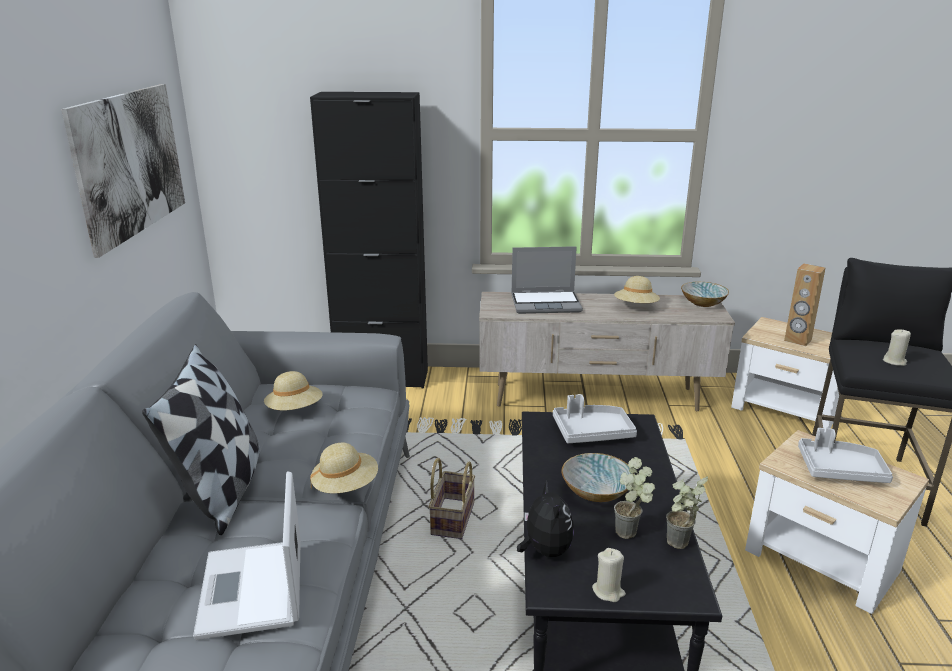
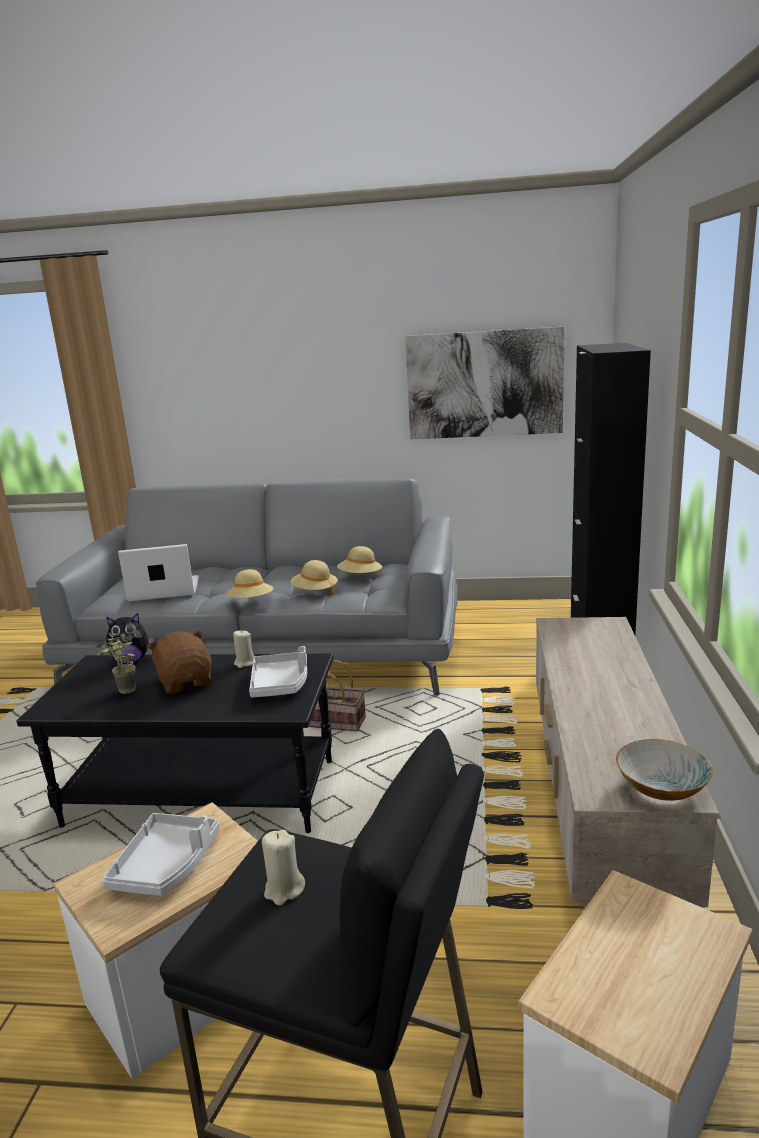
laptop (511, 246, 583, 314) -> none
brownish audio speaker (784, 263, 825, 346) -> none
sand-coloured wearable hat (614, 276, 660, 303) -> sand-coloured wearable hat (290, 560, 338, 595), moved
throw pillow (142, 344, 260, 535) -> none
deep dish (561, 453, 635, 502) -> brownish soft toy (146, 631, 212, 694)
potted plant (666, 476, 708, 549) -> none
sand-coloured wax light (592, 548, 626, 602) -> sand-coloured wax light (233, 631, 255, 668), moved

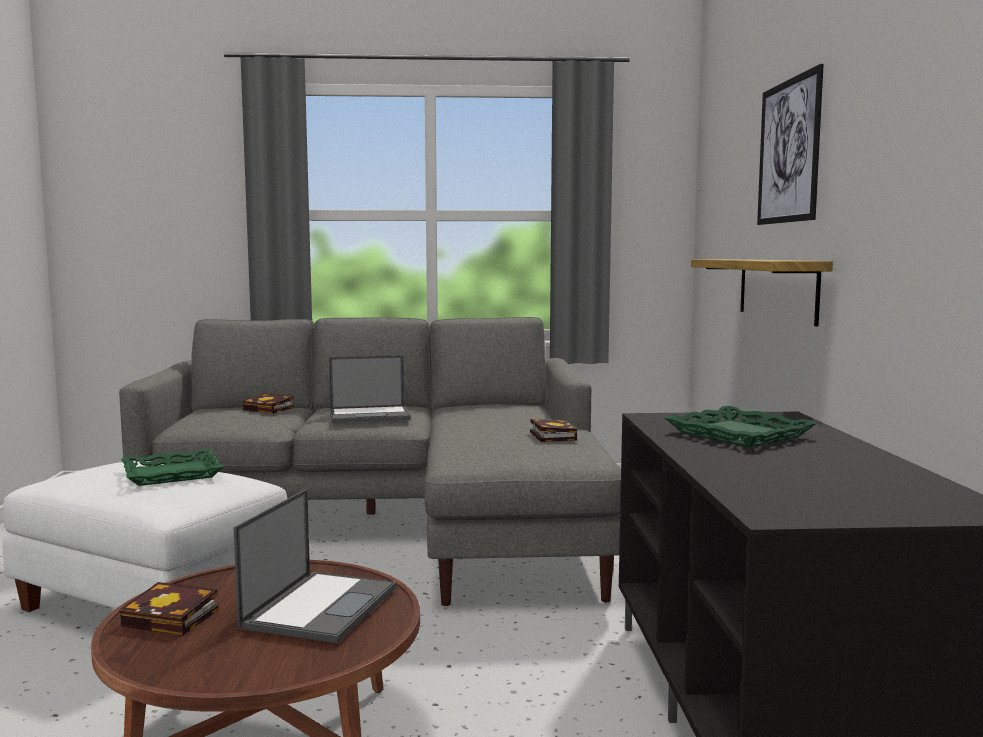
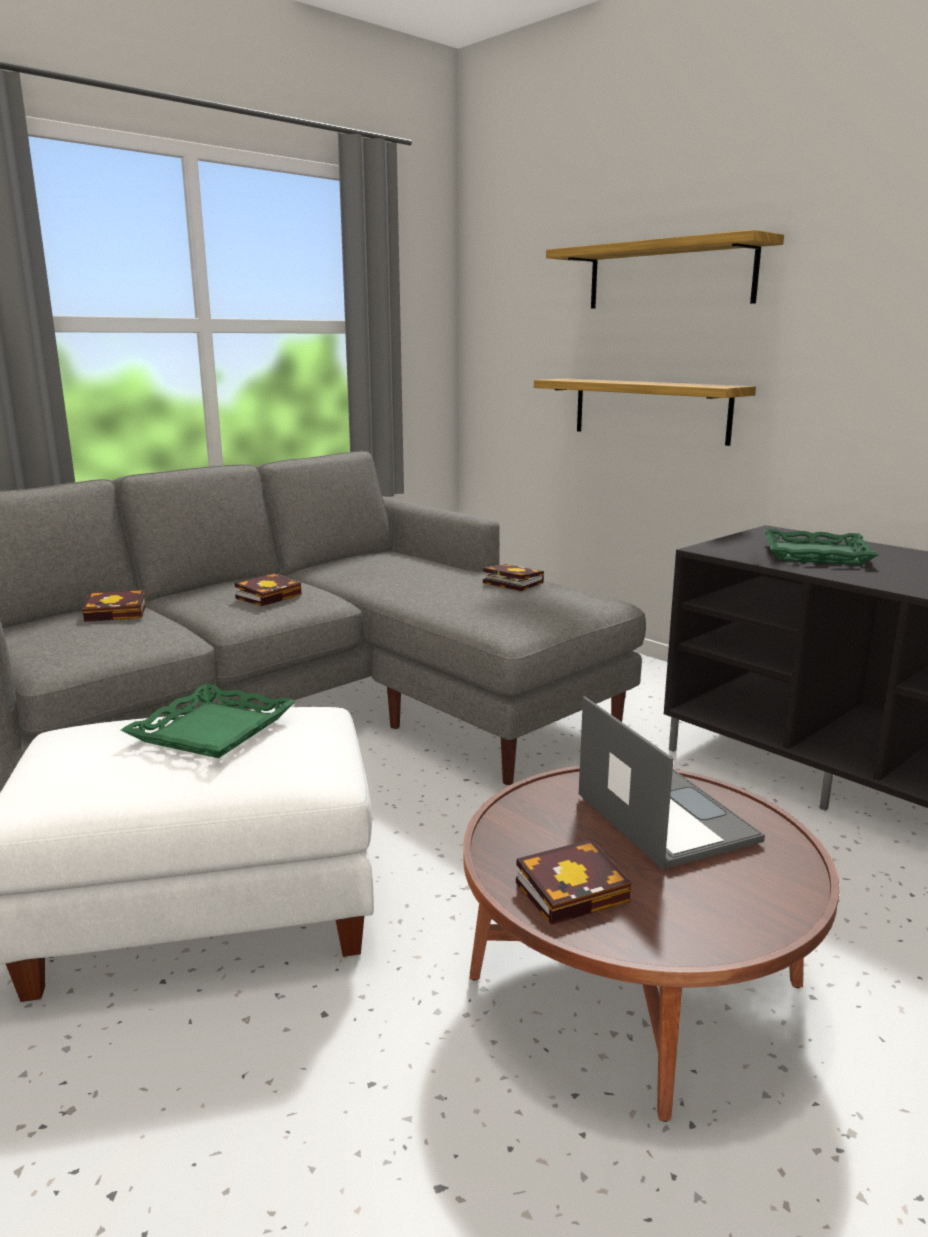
picture (757, 64, 824, 225) -> wall shelf (546, 230, 784, 309)
laptop (329, 355, 411, 423) -> book (235, 573, 302, 606)

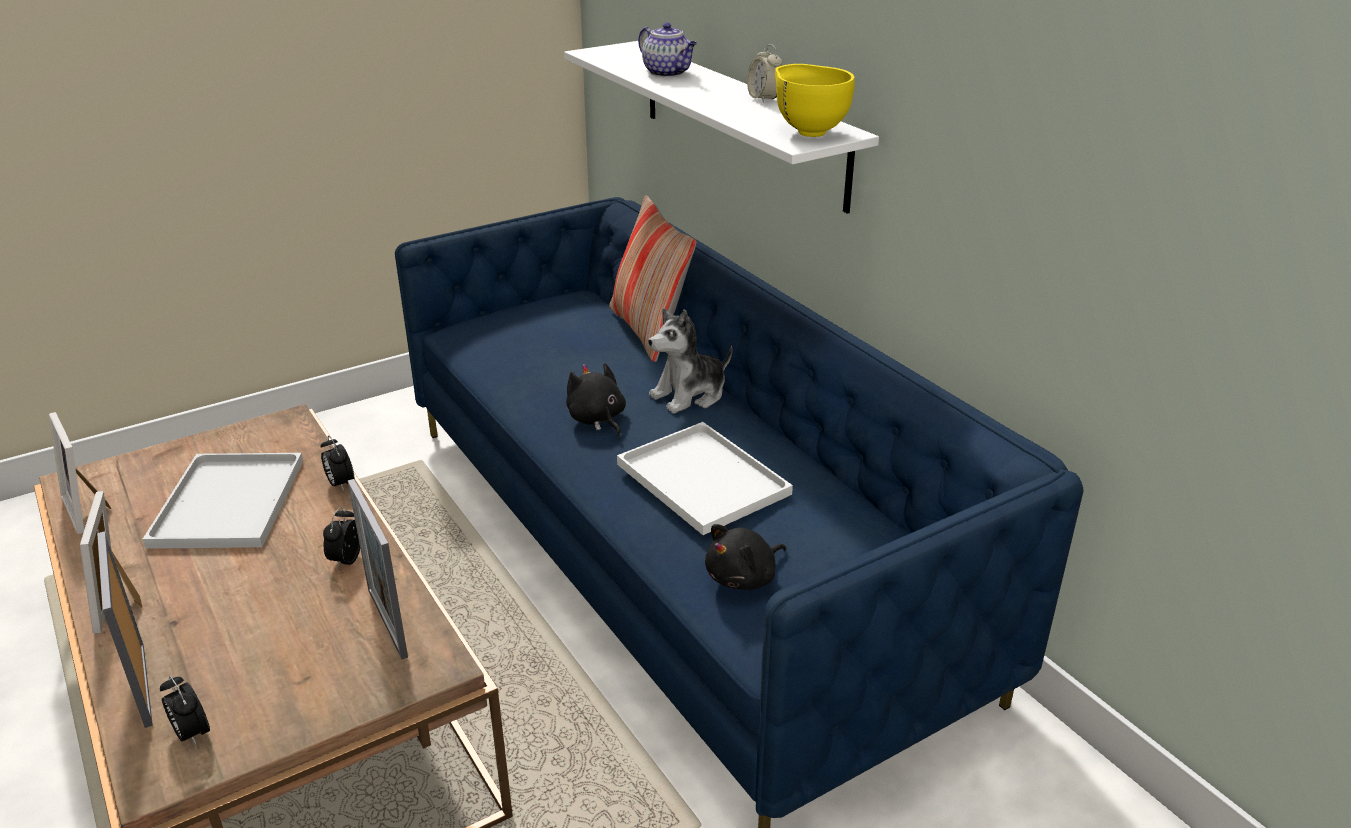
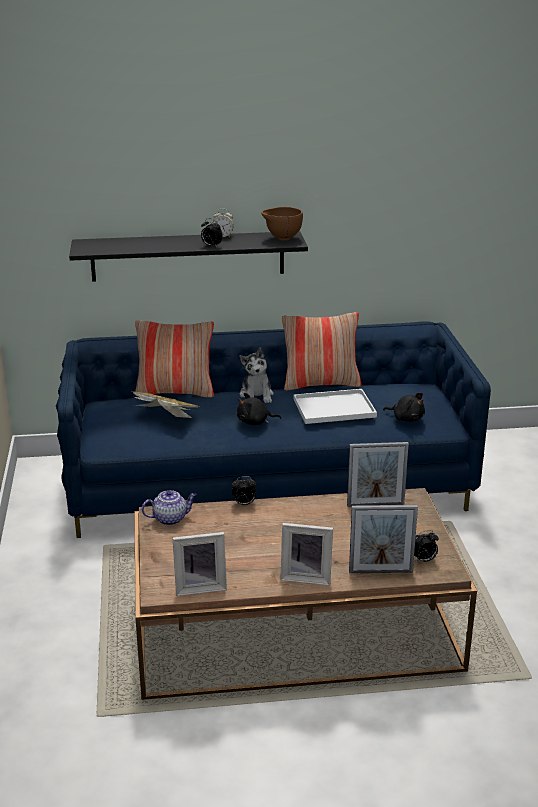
pot for tea (638, 22, 697, 77) -> pot for tea (142, 490, 197, 525), moved
white wall shelf (564, 41, 879, 214) -> blackish wall shelf (69, 231, 308, 282)
yellow-coloured deep dish (775, 64, 855, 137) -> brownish deep dish (261, 207, 303, 241)
white tray (143, 453, 303, 549) -> none
bedside clock (323, 507, 360, 569) -> bedside clock (201, 218, 223, 247), moved
blackish soft toy (705, 524, 786, 590) -> blackish soft toy (383, 393, 425, 422), 45 degrees counterclockwise
none -> throw pillow (282, 312, 361, 391)
none -> book (131, 391, 200, 418)

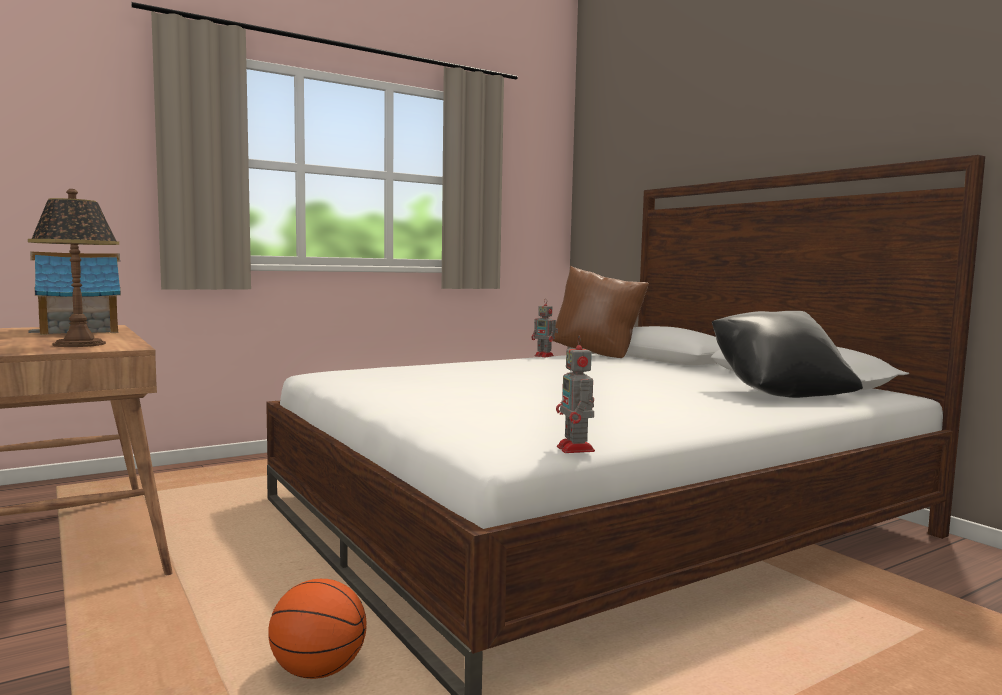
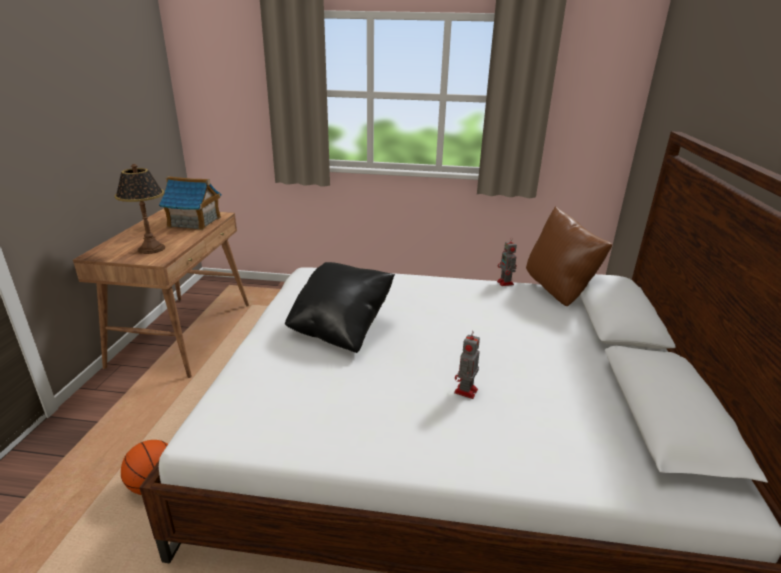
blackish throw pillow (712, 311, 863, 398) -> blackish throw pillow (285, 262, 395, 353), moved
toy robot (556, 335, 595, 453) -> toy robot (454, 331, 480, 399), moved

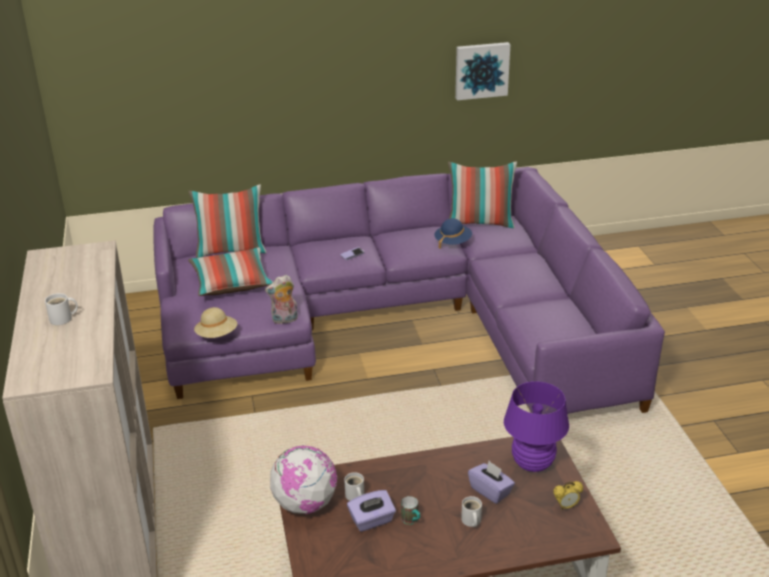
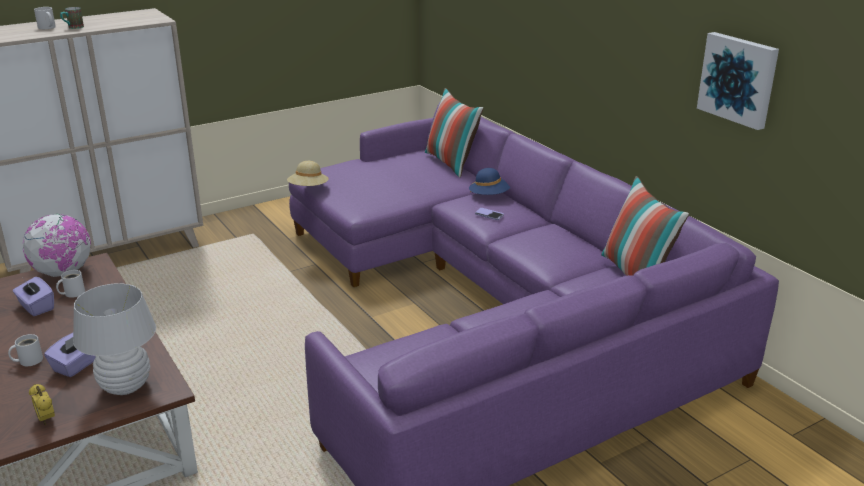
bluish wearable hat (434, 218, 472, 248) -> bluish wearable hat (469, 168, 510, 195), moved
throw pillow (188, 247, 273, 296) -> none
soft toy (265, 275, 298, 325) -> none
purple table lamp (504, 381, 569, 472) -> white table lamp (73, 283, 156, 395)
coffee mug (401, 496, 420, 525) -> coffee mug (60, 7, 84, 29), moved

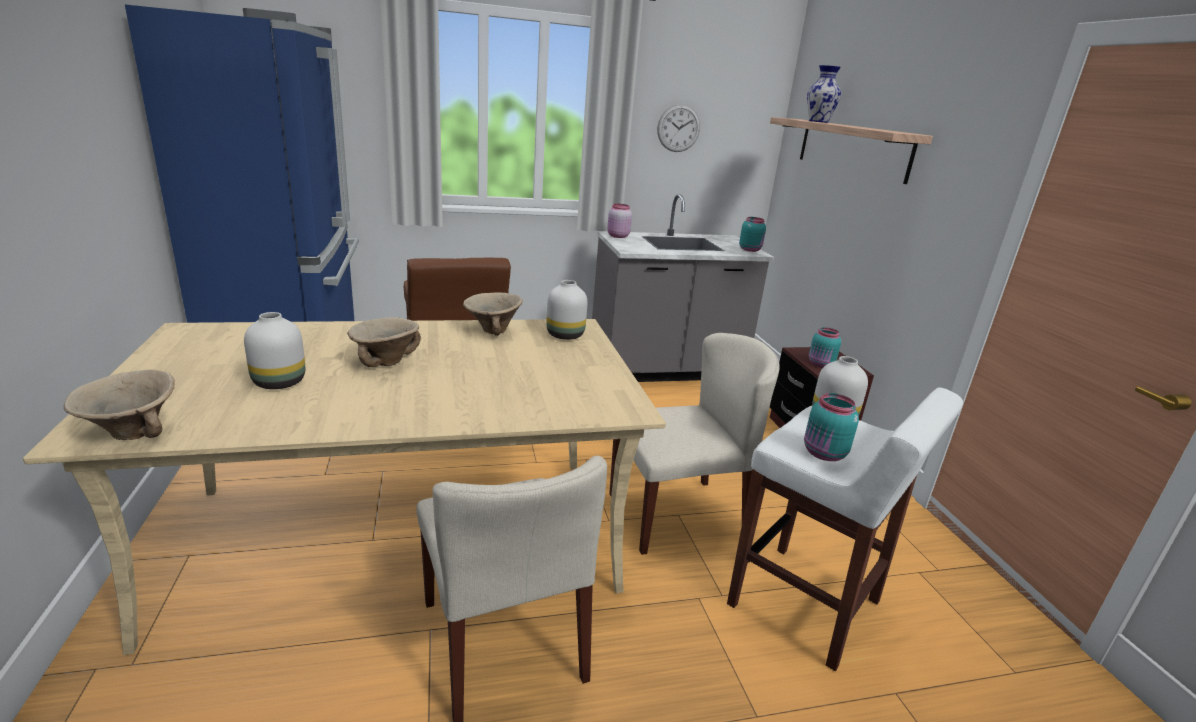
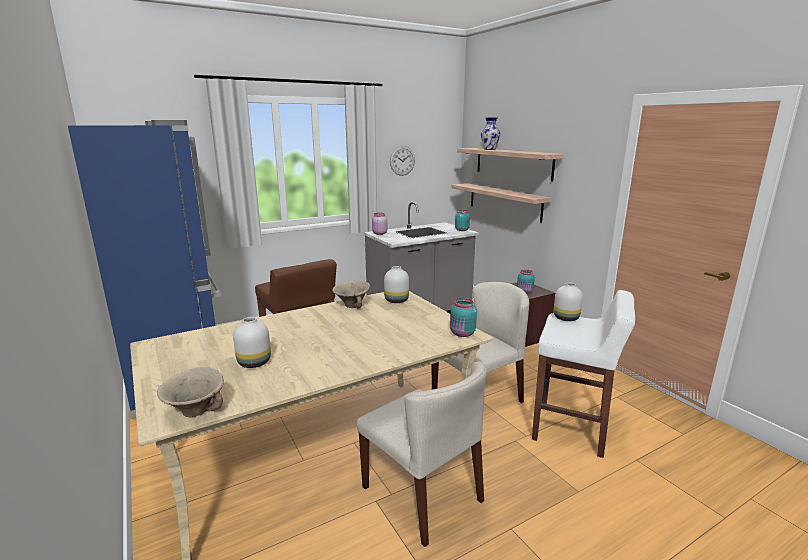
sand-coloured deep dish (347, 317, 421, 367) -> none
blue-green preserve jar (804, 393, 859, 461) -> blue-green preserve jar (450, 298, 477, 337), moved
none -> wall shelf (451, 183, 552, 223)

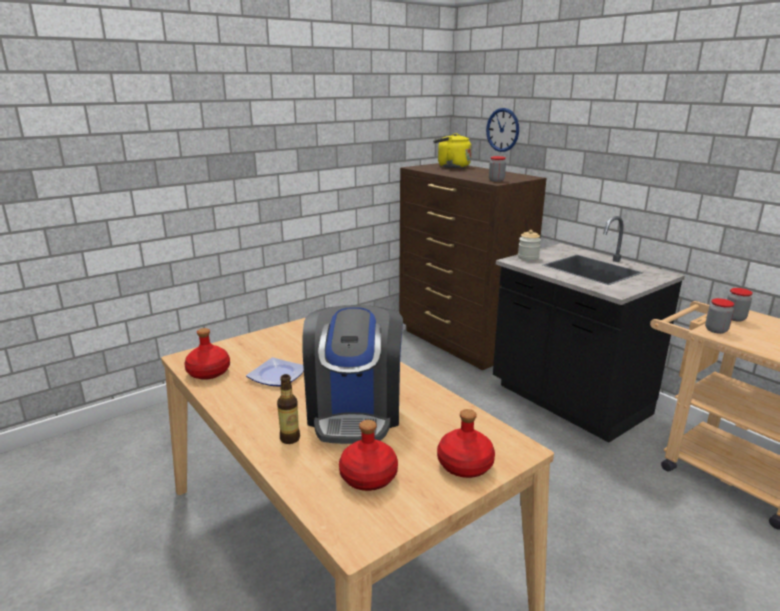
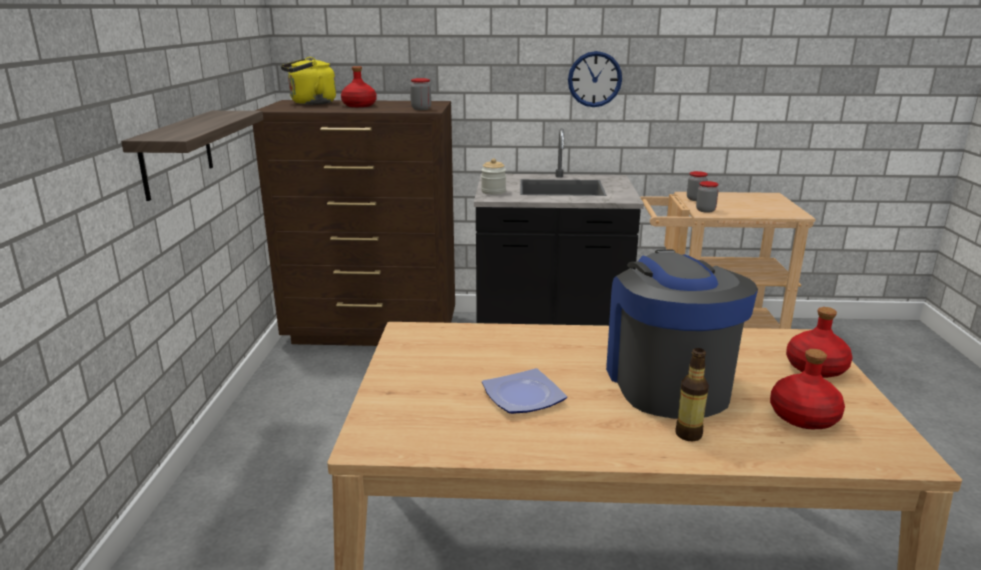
clock on the wall (486, 108, 519, 152) -> clock on the wall (568, 51, 622, 107), moved
coffee brewer (302, 305, 403, 444) -> coffee brewer (606, 250, 758, 419), 135 degrees counterclockwise
red-coloured beverage bottle (184, 328, 230, 380) -> red-coloured beverage bottle (341, 66, 377, 107), moved
none -> wall shelf (121, 111, 263, 201)

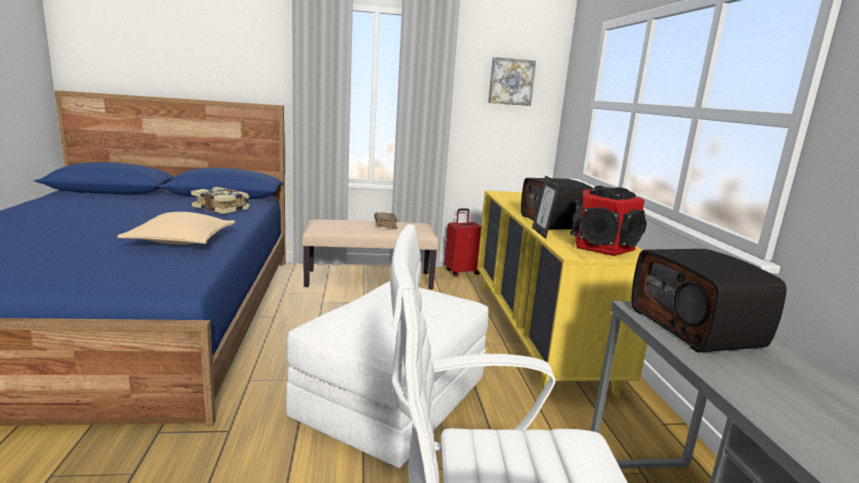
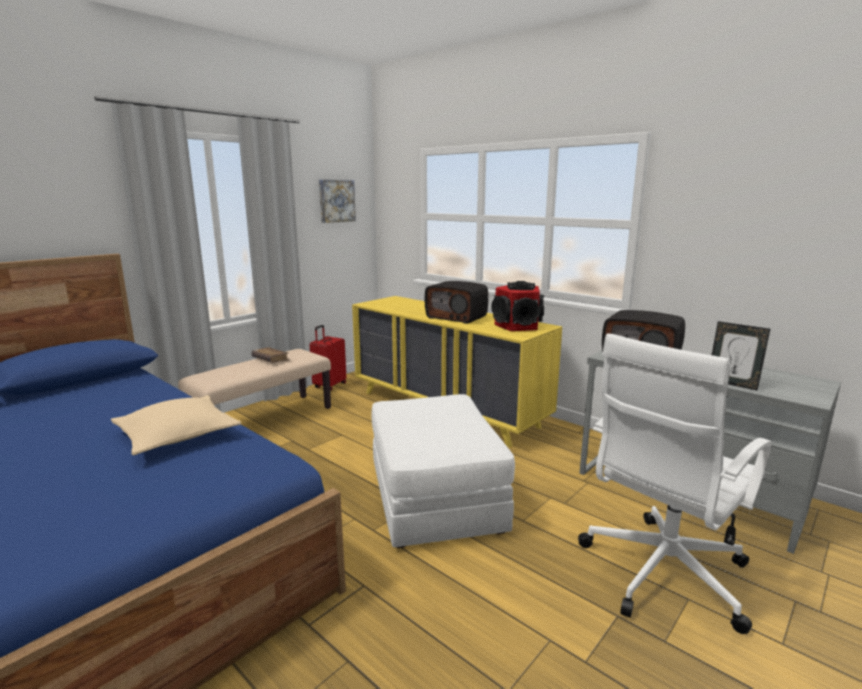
picture frame (532, 175, 561, 239) -> picture frame (712, 321, 770, 391), moved
book (191, 187, 250, 214) -> none

